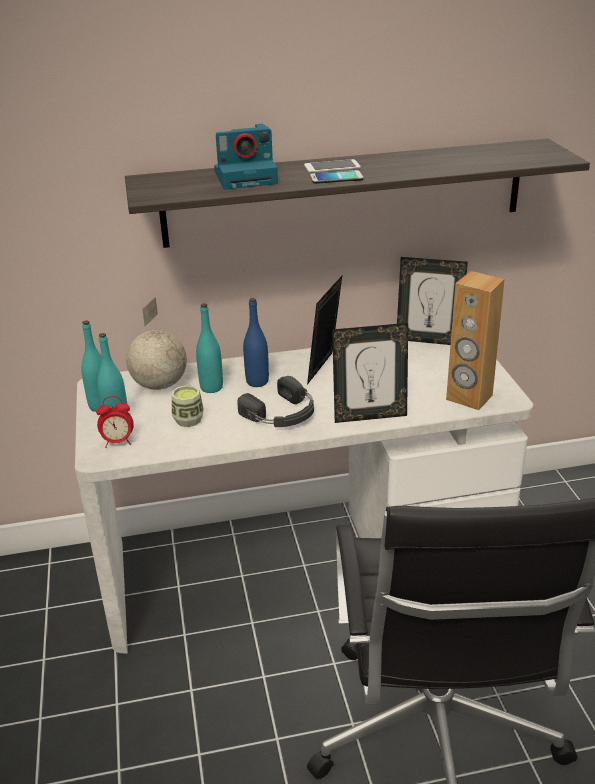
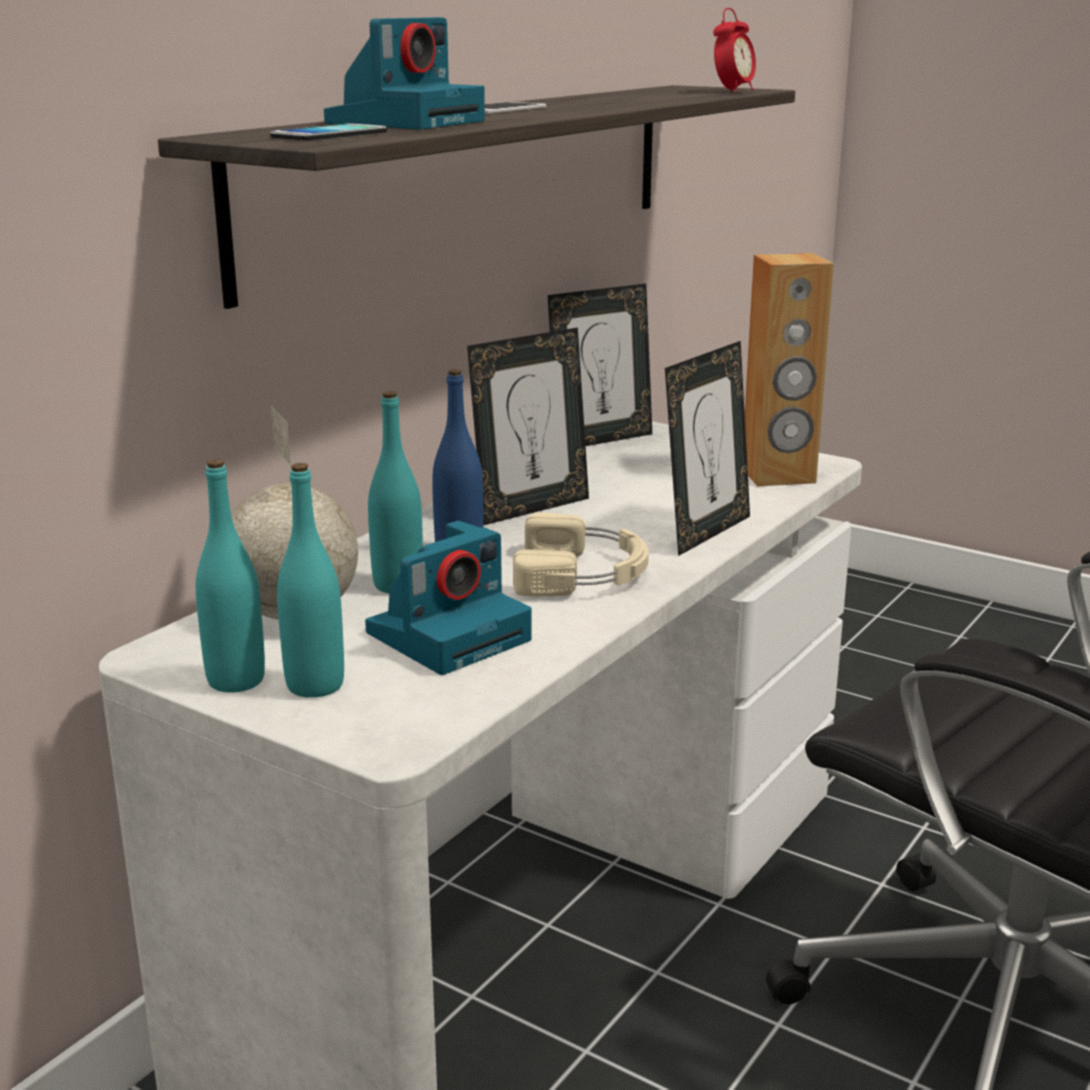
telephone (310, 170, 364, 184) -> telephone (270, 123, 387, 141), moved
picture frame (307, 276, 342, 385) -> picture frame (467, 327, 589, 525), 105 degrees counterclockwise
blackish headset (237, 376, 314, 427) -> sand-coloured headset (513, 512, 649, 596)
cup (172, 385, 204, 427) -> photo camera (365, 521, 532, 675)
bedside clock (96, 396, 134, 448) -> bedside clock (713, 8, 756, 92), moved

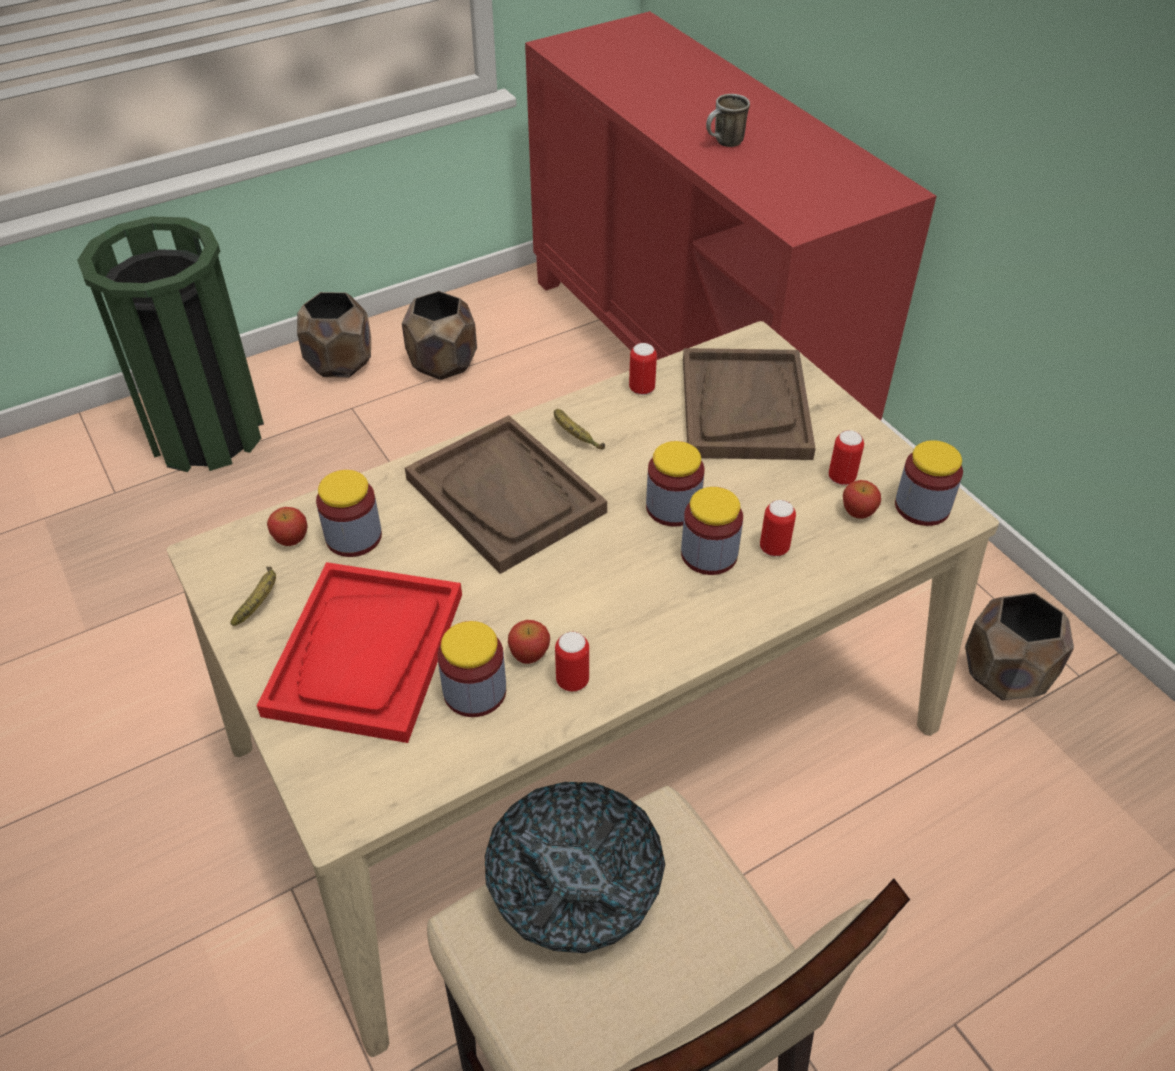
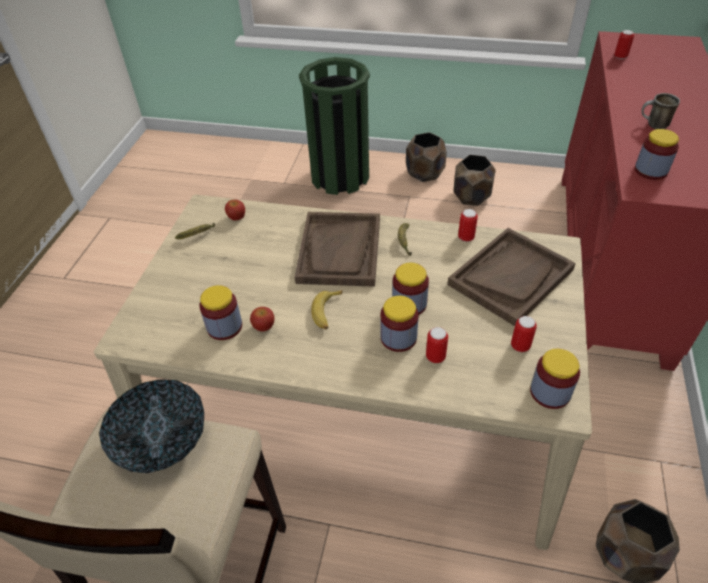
preserve jar (316, 470, 382, 557) -> preserve jar (635, 129, 679, 180), moved
apple (843, 480, 881, 519) -> none
red-coloured tray (257, 562, 462, 743) -> none
metal can (555, 632, 589, 692) -> metal can (614, 30, 634, 59), moved
none -> banana (311, 290, 342, 330)

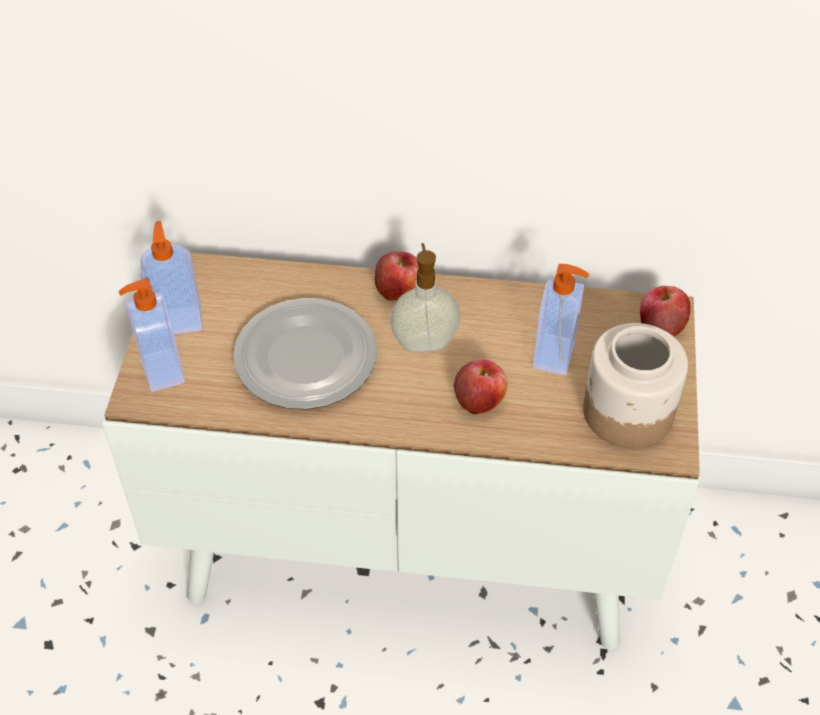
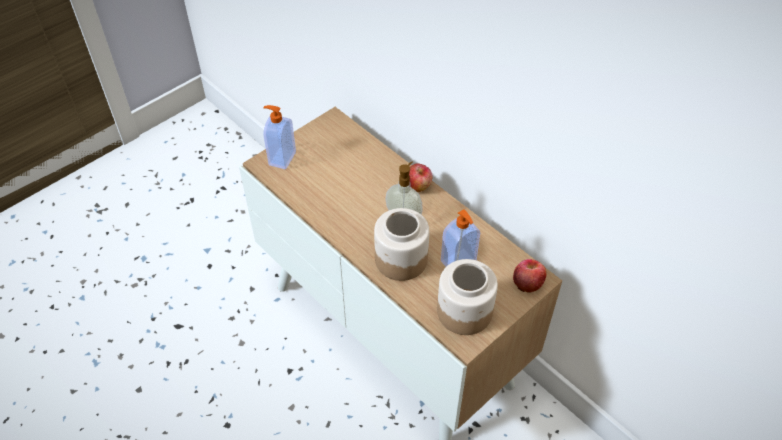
soap dispenser (141, 221, 203, 334) -> none
flat dish (233, 298, 377, 410) -> none
apple (454, 359, 508, 414) -> preserve jar (374, 208, 429, 281)

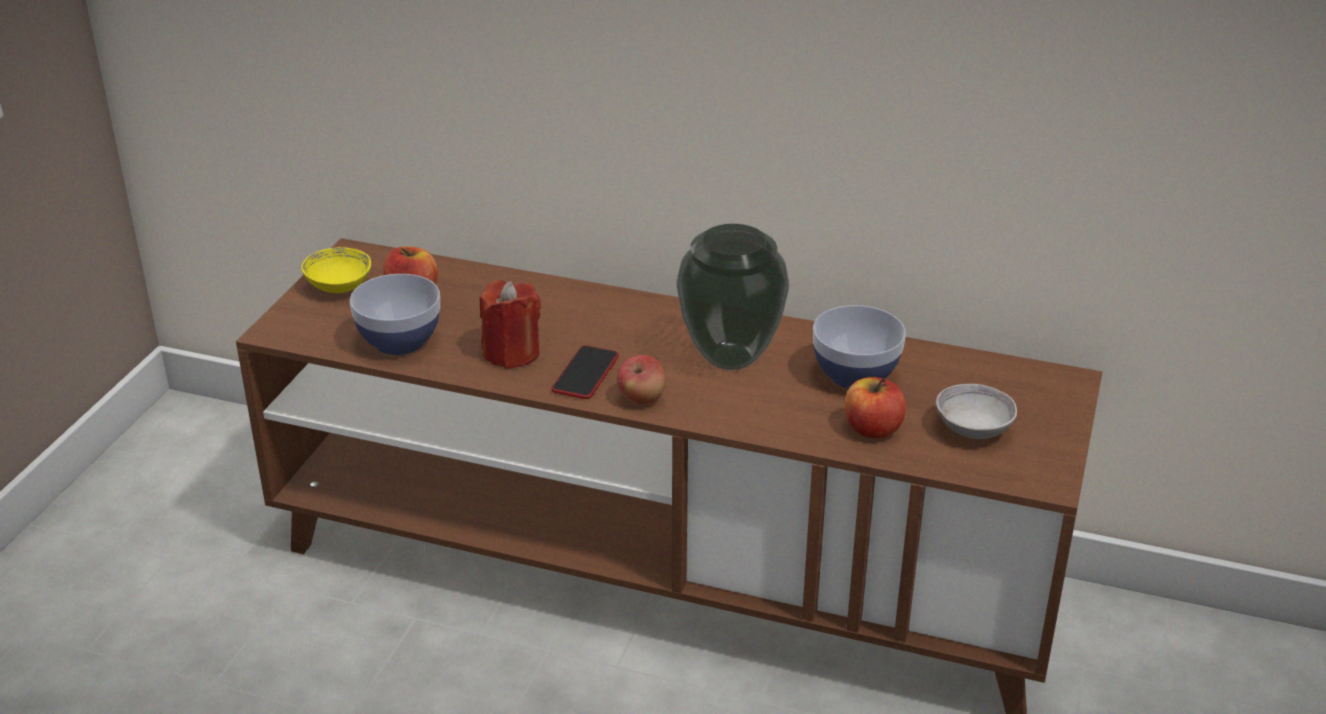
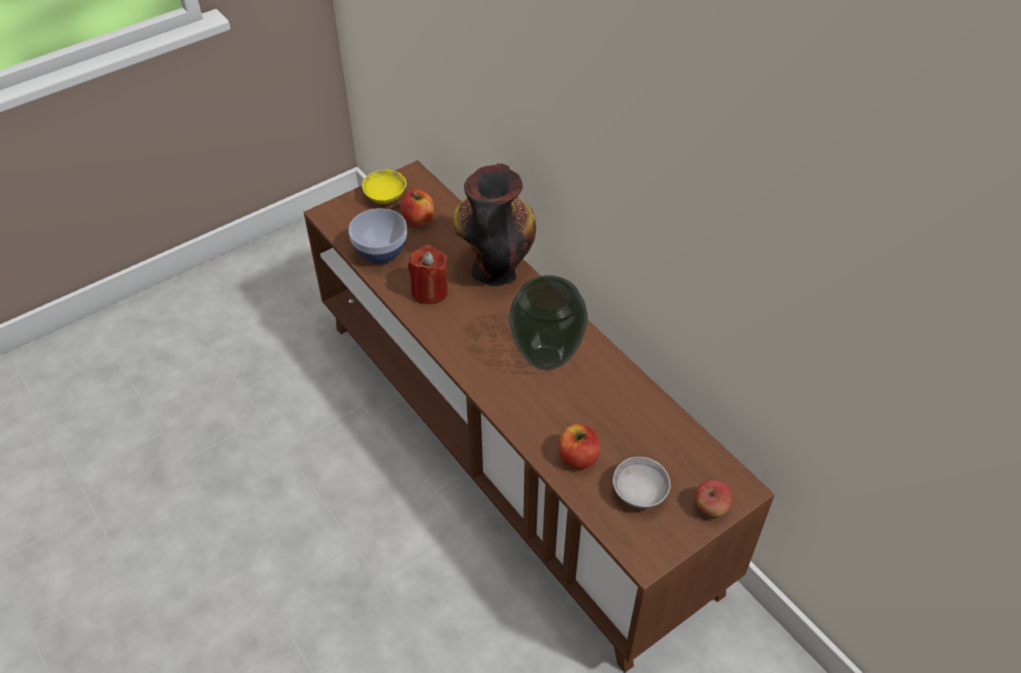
deep dish (813, 305, 906, 389) -> none
telephone (552, 345, 619, 399) -> none
apple (617, 355, 666, 404) -> apple (694, 480, 733, 517), moved
none -> vase (454, 163, 536, 286)

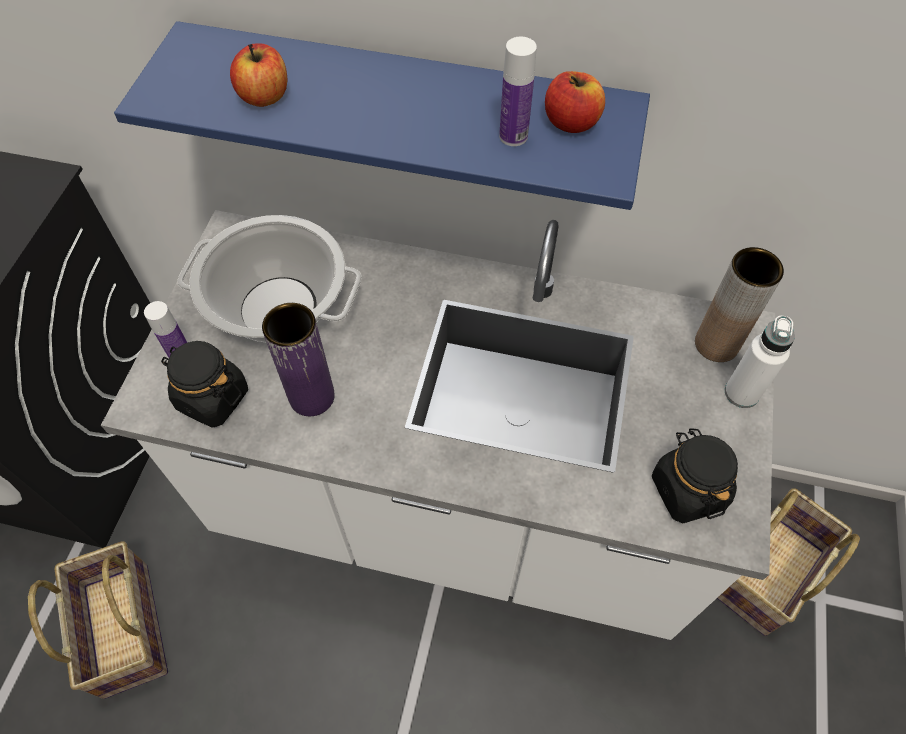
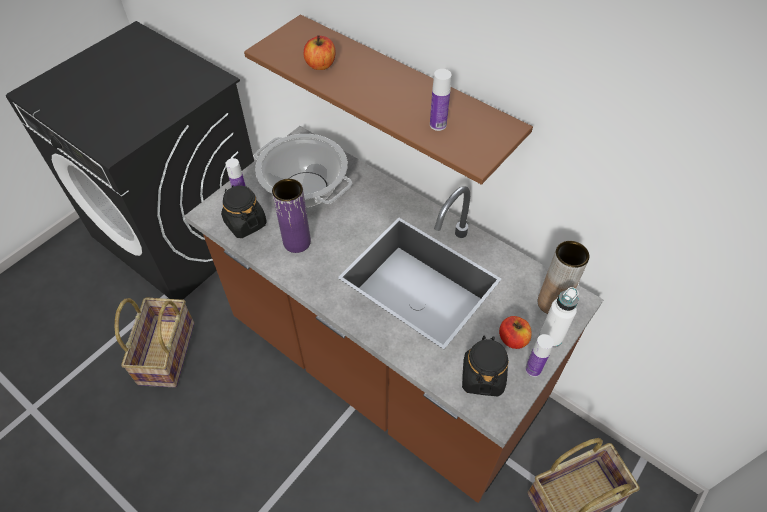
bluish wall shelf (114, 21, 650, 210) -> brownish wall shelf (244, 14, 533, 185)
apple (545, 71, 605, 133) -> apple (499, 316, 532, 349), moved
white kitchen base unit (101, 210, 775, 640) -> brownish kitchen base unit (184, 126, 604, 503)
none -> beverage bottle (525, 334, 554, 377)

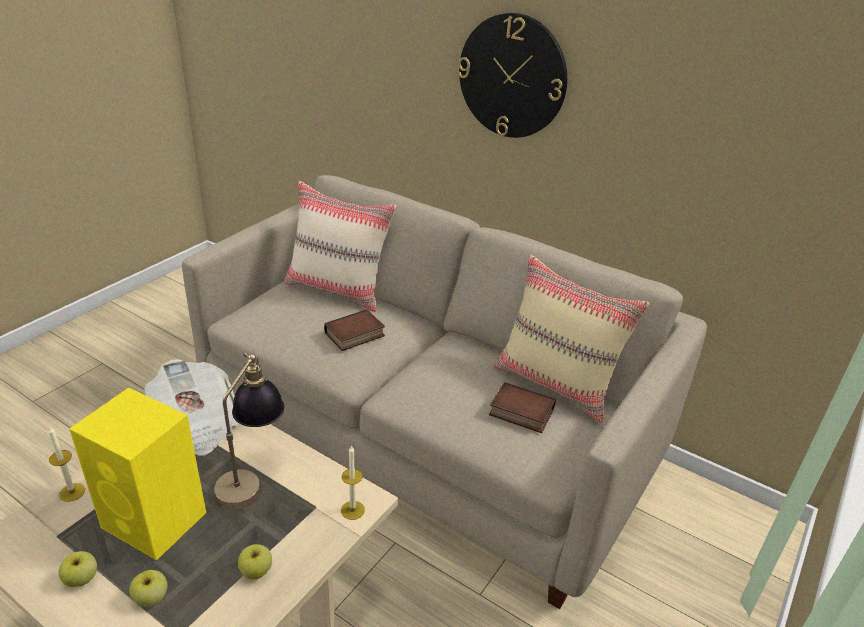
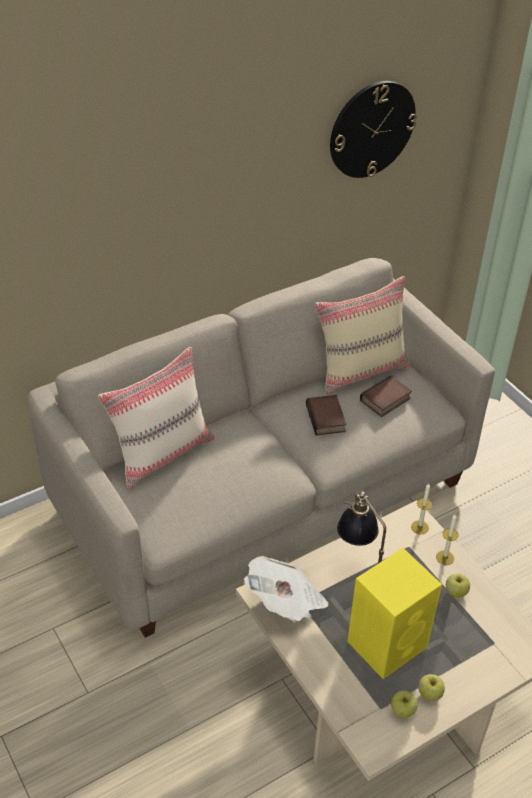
clock on the wall (458, 13, 567, 138) -> clock on the wall (330, 81, 417, 178), moved
book (324, 310, 385, 351) -> book (306, 395, 346, 436), moved
wax light (48, 427, 85, 502) -> wax light (436, 514, 458, 565), moved
apple (129, 570, 168, 607) -> apple (391, 691, 418, 718), moved

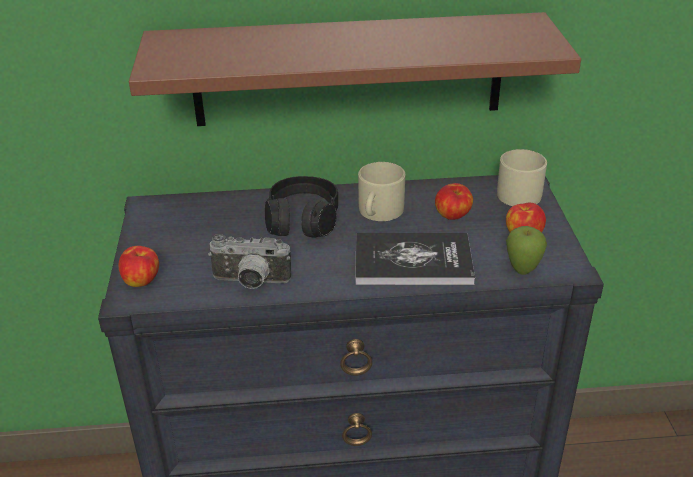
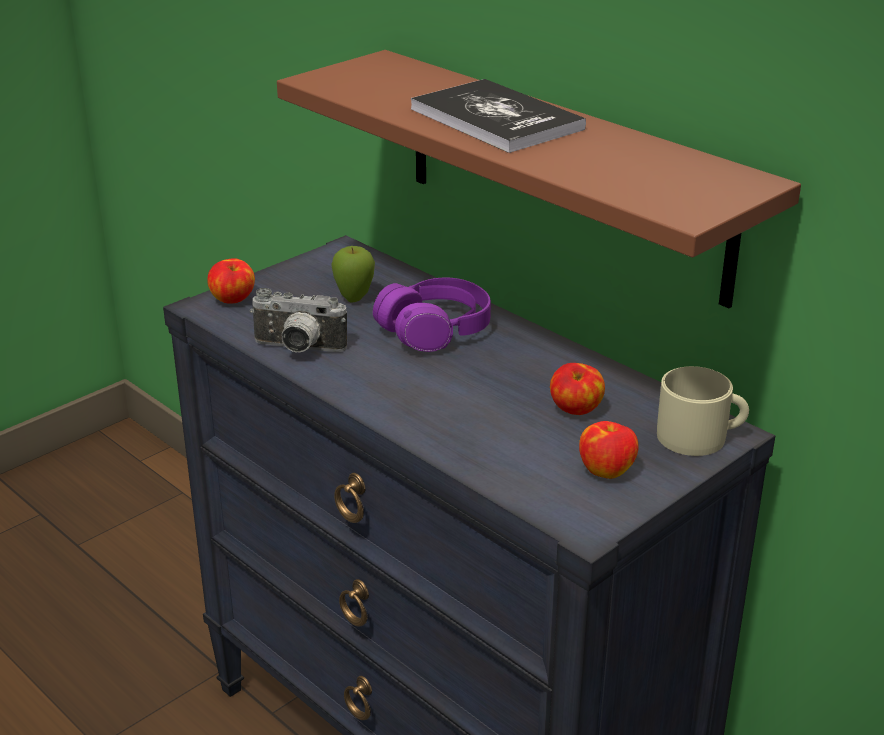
sand-coloured coffee mug (358, 162, 405, 221) -> none
blackish headset (265, 176, 338, 237) -> purple headset (373, 277, 491, 352)
apple (506, 226, 547, 275) -> apple (331, 246, 375, 303), moved
book (355, 233, 475, 285) -> book (411, 79, 586, 153), moved
photo camera (208, 234, 291, 289) -> photo camera (250, 288, 347, 352), 45 degrees counterclockwise

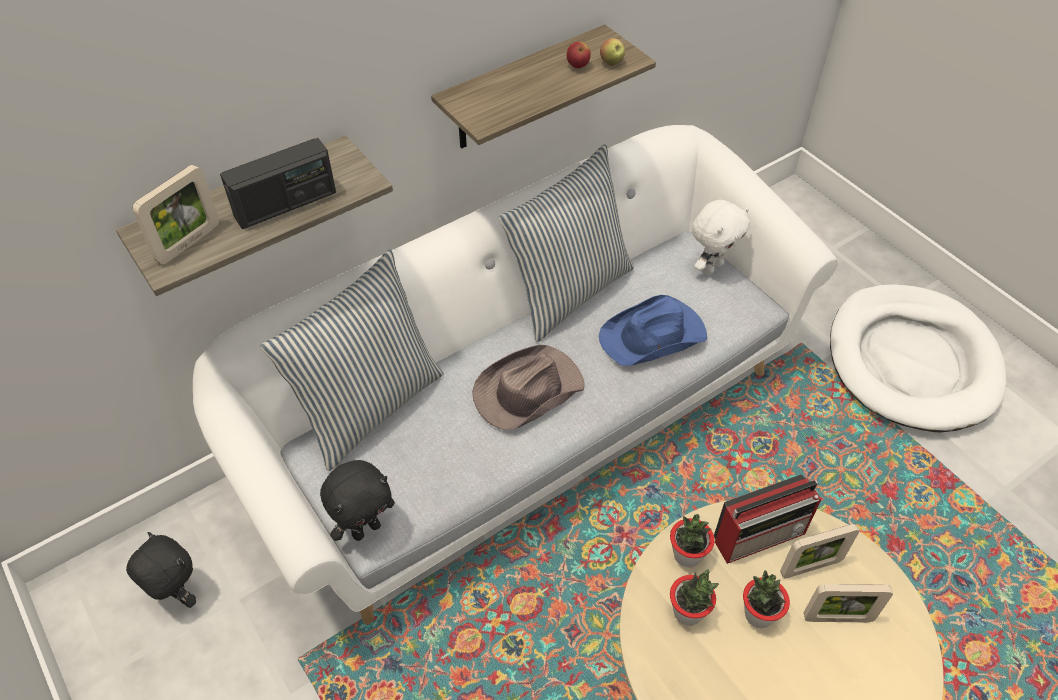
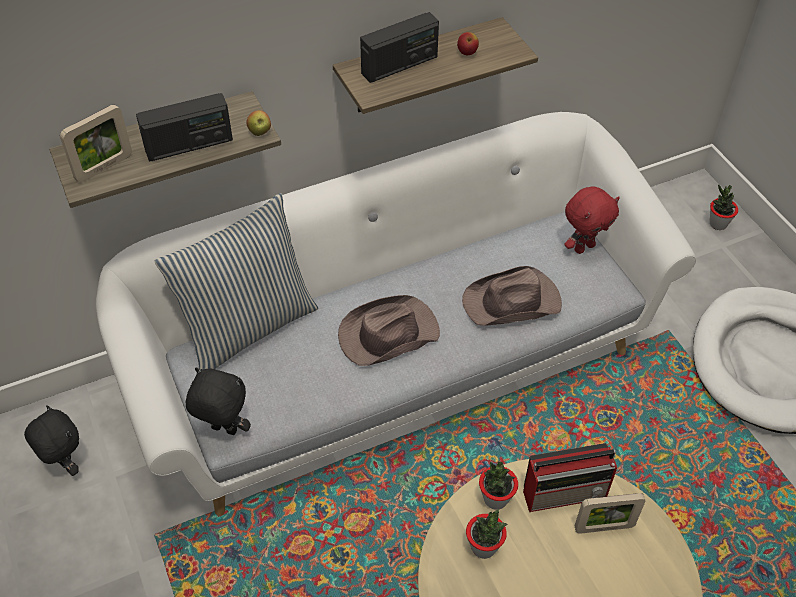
apple (600, 38, 625, 66) -> apple (246, 110, 271, 136), moved
throw pillow (498, 144, 634, 342) -> none
white soft toy (692, 200, 750, 275) -> red-coloured soft toy (565, 187, 620, 254)
bluish wearable hat (599, 295, 707, 366) -> brownish wearable hat (462, 266, 562, 326)
blackish soft toy (320, 460, 395, 541) -> blackish soft toy (186, 368, 251, 435), 135 degrees counterclockwise
potted plant (743, 570, 790, 628) -> potted plant (710, 185, 738, 230), moved
picture frame (804, 584, 893, 622) -> none
none -> radio (360, 12, 439, 83)

